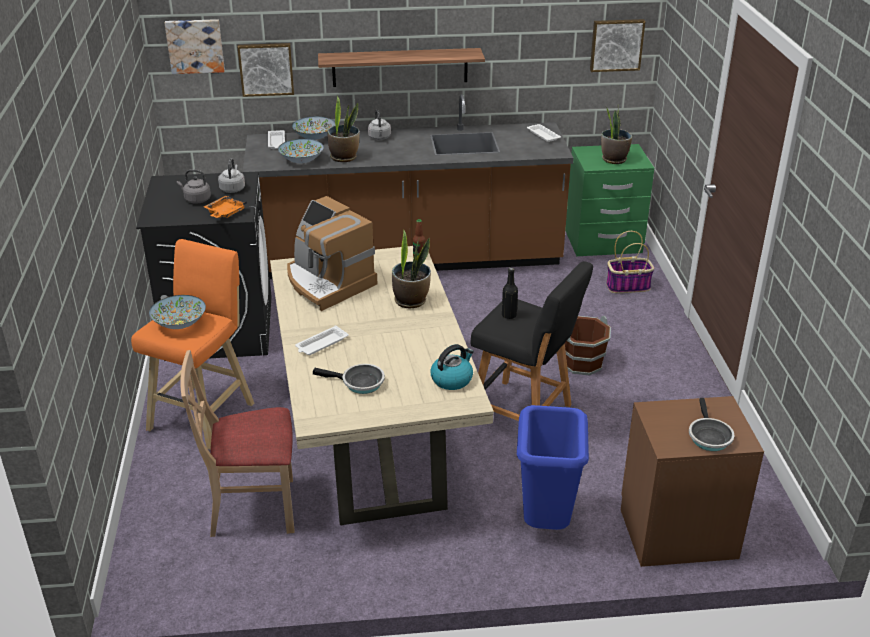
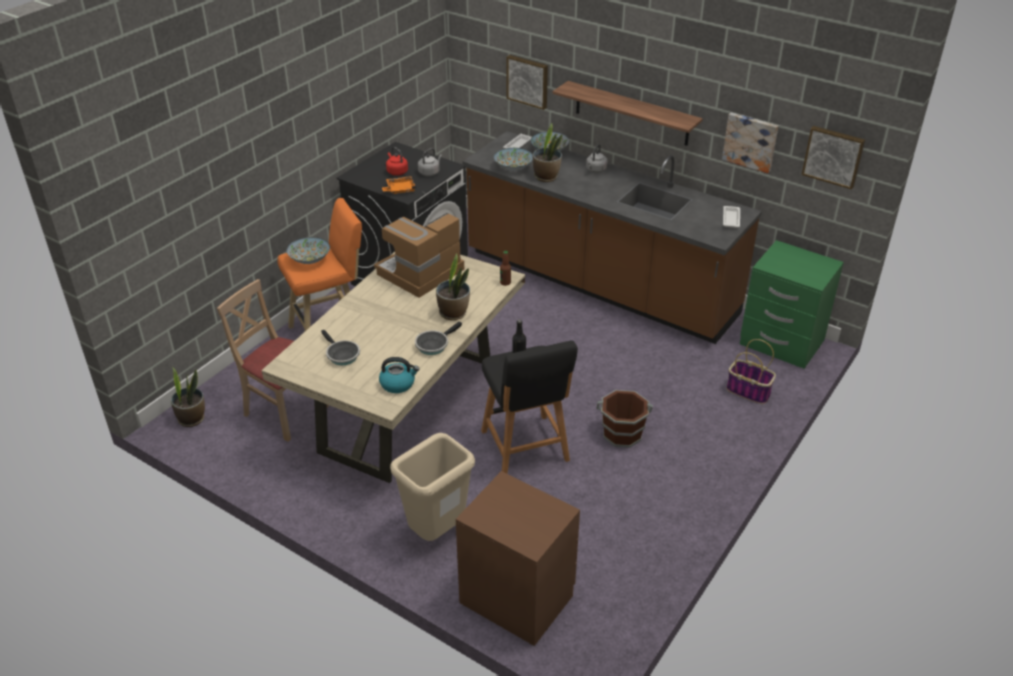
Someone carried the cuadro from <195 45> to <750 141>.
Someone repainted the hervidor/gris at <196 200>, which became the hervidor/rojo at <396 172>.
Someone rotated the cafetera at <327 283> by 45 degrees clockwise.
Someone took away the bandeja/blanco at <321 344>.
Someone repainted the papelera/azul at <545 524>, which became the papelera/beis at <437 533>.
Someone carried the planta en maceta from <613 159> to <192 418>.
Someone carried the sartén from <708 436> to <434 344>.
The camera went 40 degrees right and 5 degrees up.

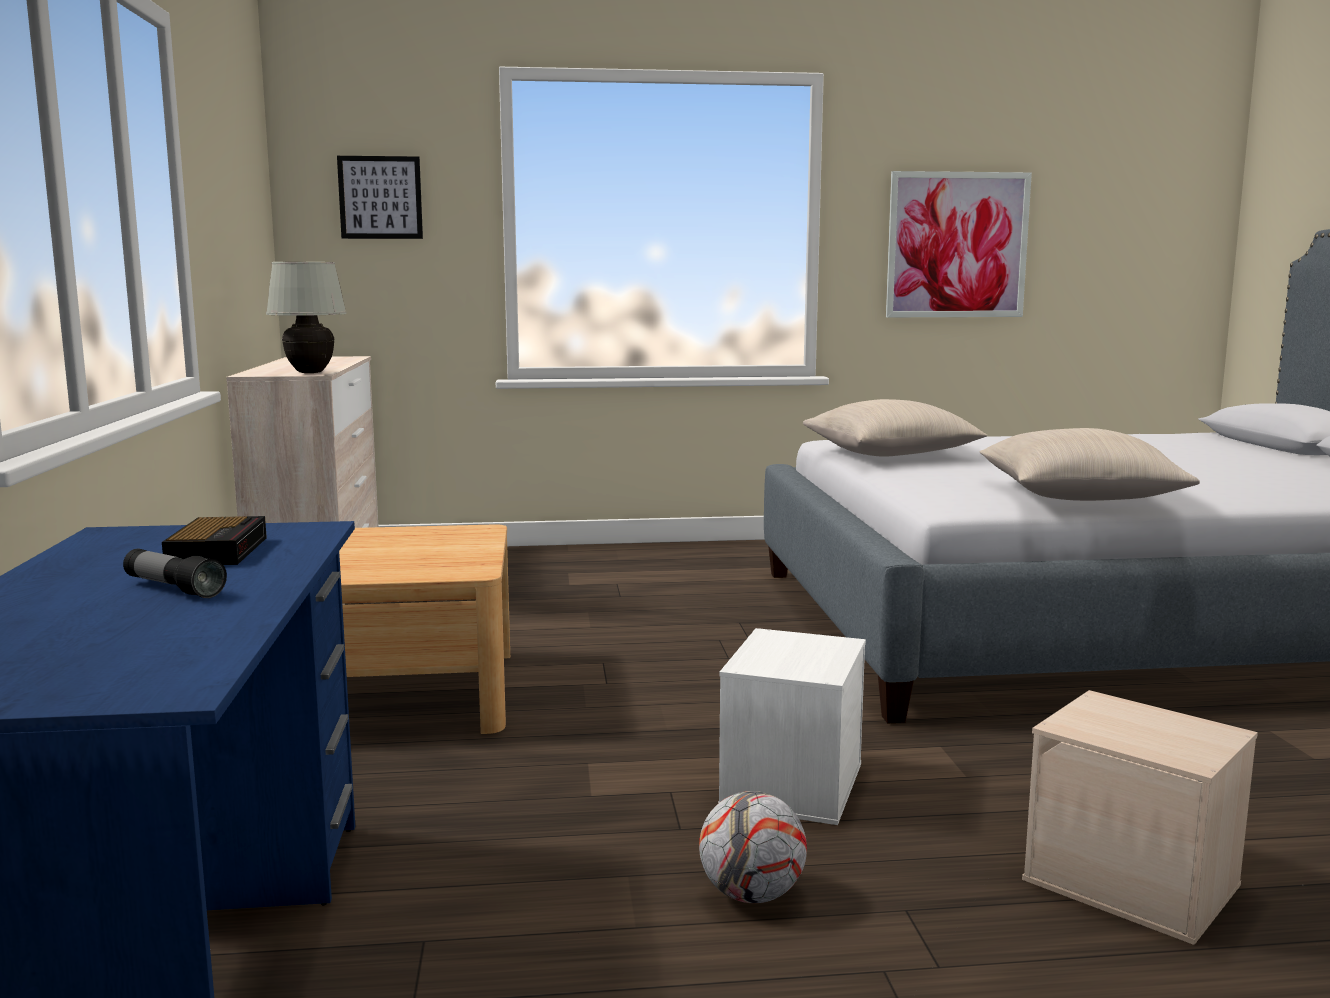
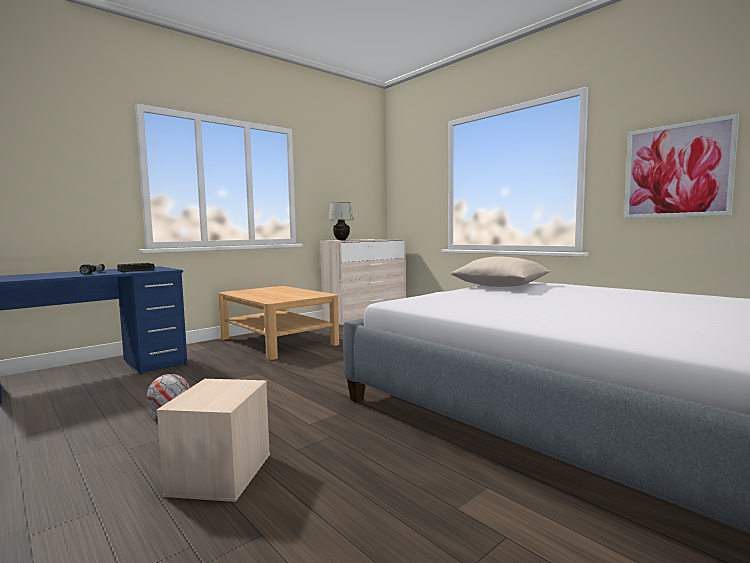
Someone took away the cuadro at <380 197>.
Someone took away the caja de almacenaje/blanco at <791 783>.
Someone took away the cojín/beis at <1079 497>.
The camera went 55 degrees right and 5 degrees down.

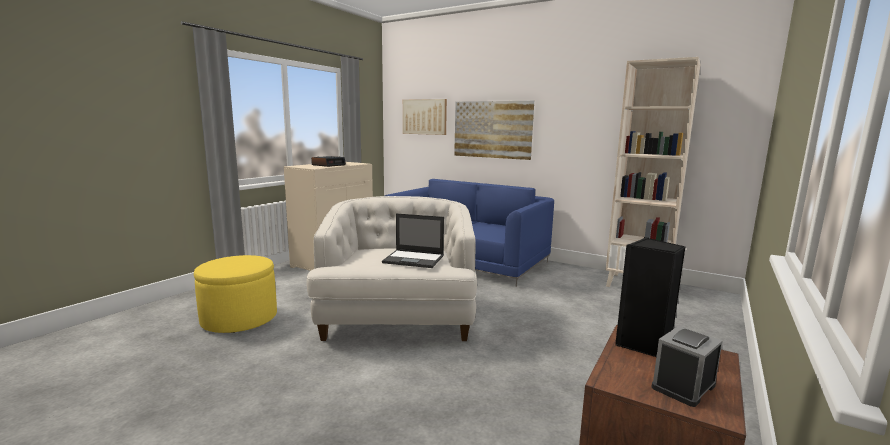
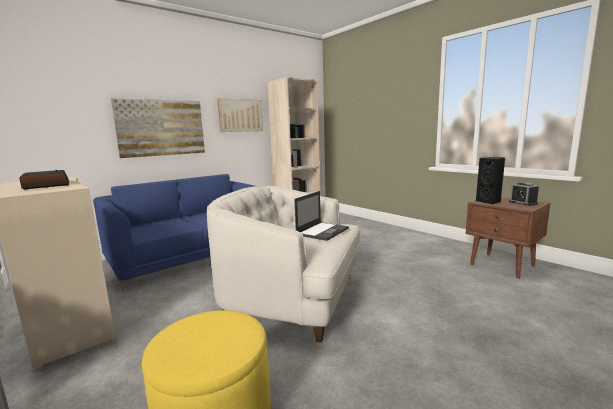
Someone carried the cuadro from <424 117> to <240 115>.
The camera went 70 degrees left and 0 degrees up.

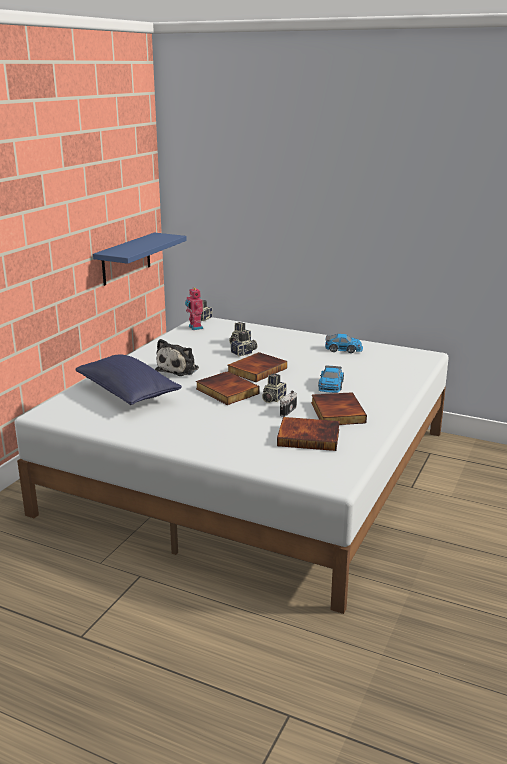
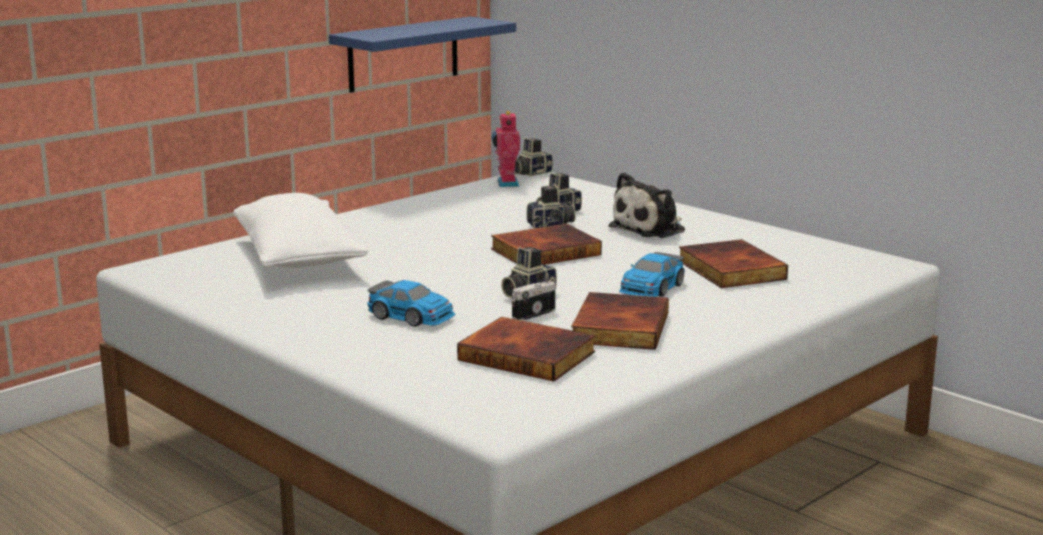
Someone repainted the cojín/azul at <128 393>, which became the cojín/blanco at <298 258>.
Someone carried the peluche from <179 369> to <651 229>.
Someone carried the libro from <226 391> to <729 270>.
Someone carried the coche de juguete from <343 349> to <411 317>.
The camera went 20 degrees right and 5 degrees down.

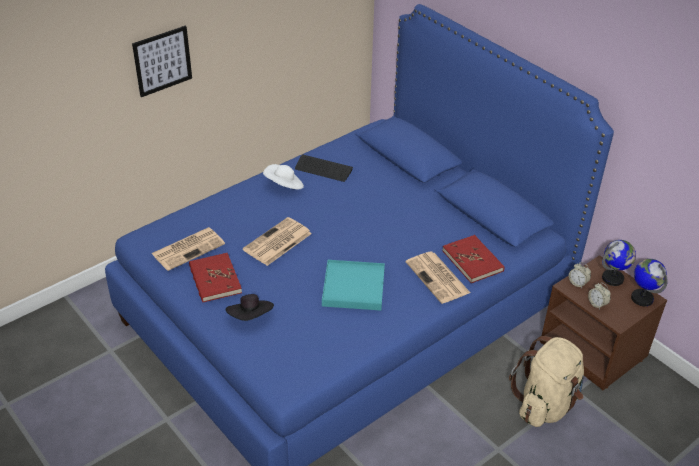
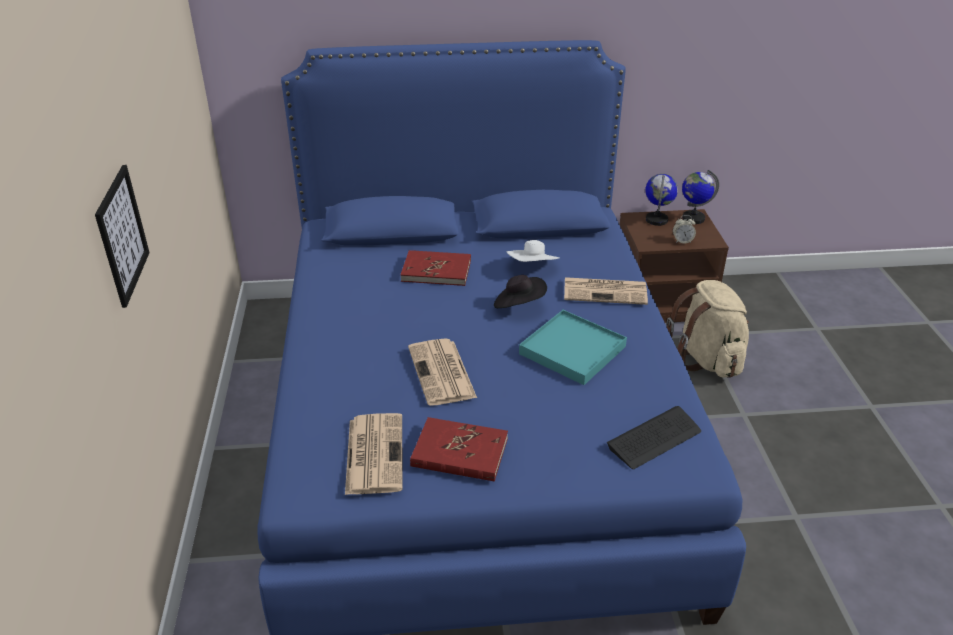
Someone carried the sombrero/negro from <251 317> to <519 305>.
Someone carried the sombrero/blanco from <284 186> to <533 268>.
Someone carried the teclado from <323 169> to <654 439>.
Someone carried the libro/rojo from <472 261> to <436 271>.
Someone took away the despertador at <577 283>.
The camera went 55 degrees left and 5 degrees down.

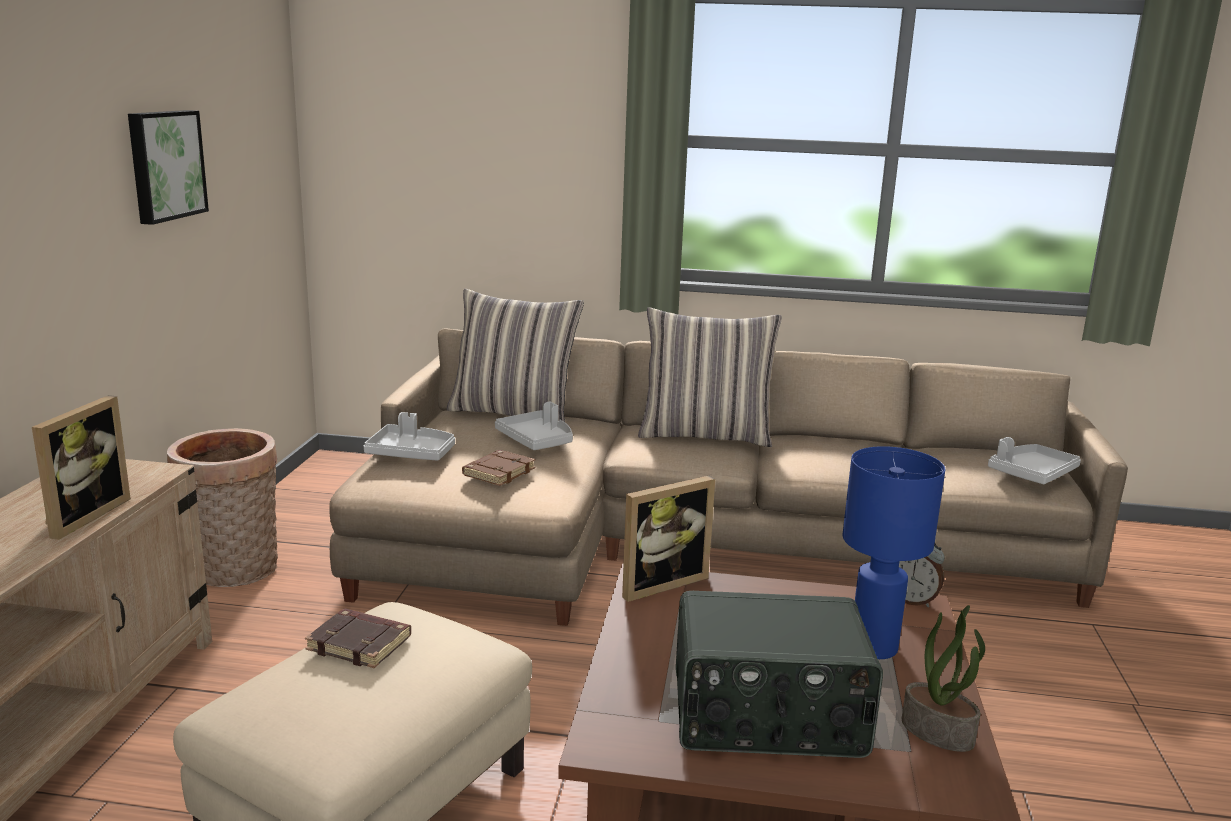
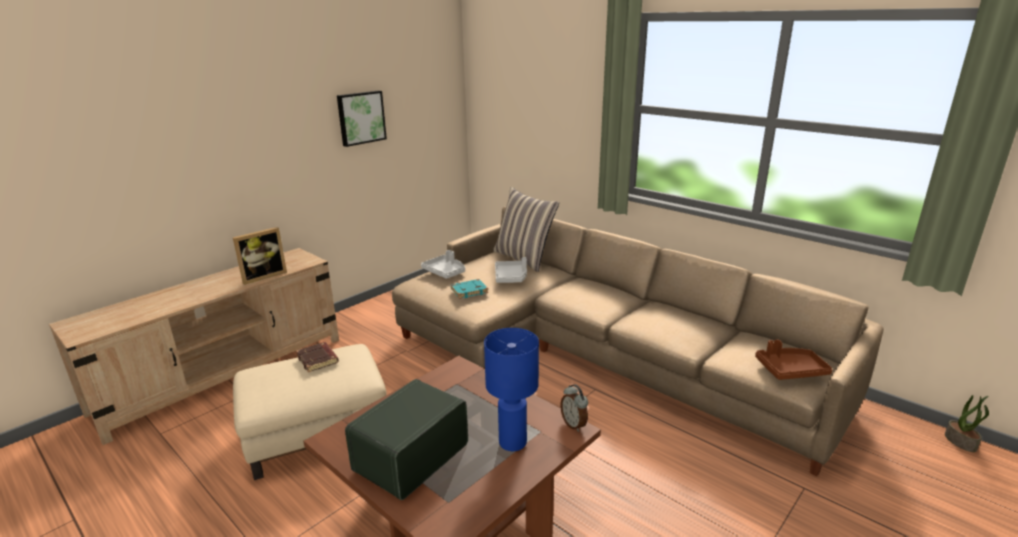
Someone took away the cesta at <234 573>.
Someone repainted the libro/marrón at <498 472>, which became the libro/turquesa at <469 291>.
Someone took away the portarretratos at <659 582>.
Someone took away the cojín at <705 435>.
Someone rotated the radio at <768 717> by 90 degrees clockwise.
Someone carried the planta en maceta from <939 732> to <961 442>.
Someone repainted the bandeja/gris at <1031 474>, which became the bandeja/marrón at <790 370>.
The camera went 35 degrees right and 5 degrees up.

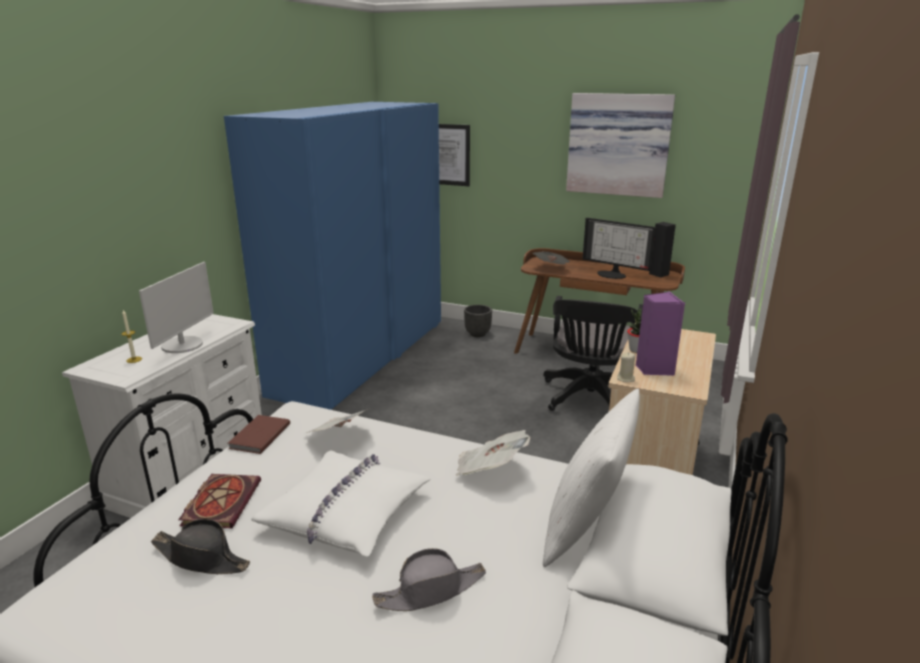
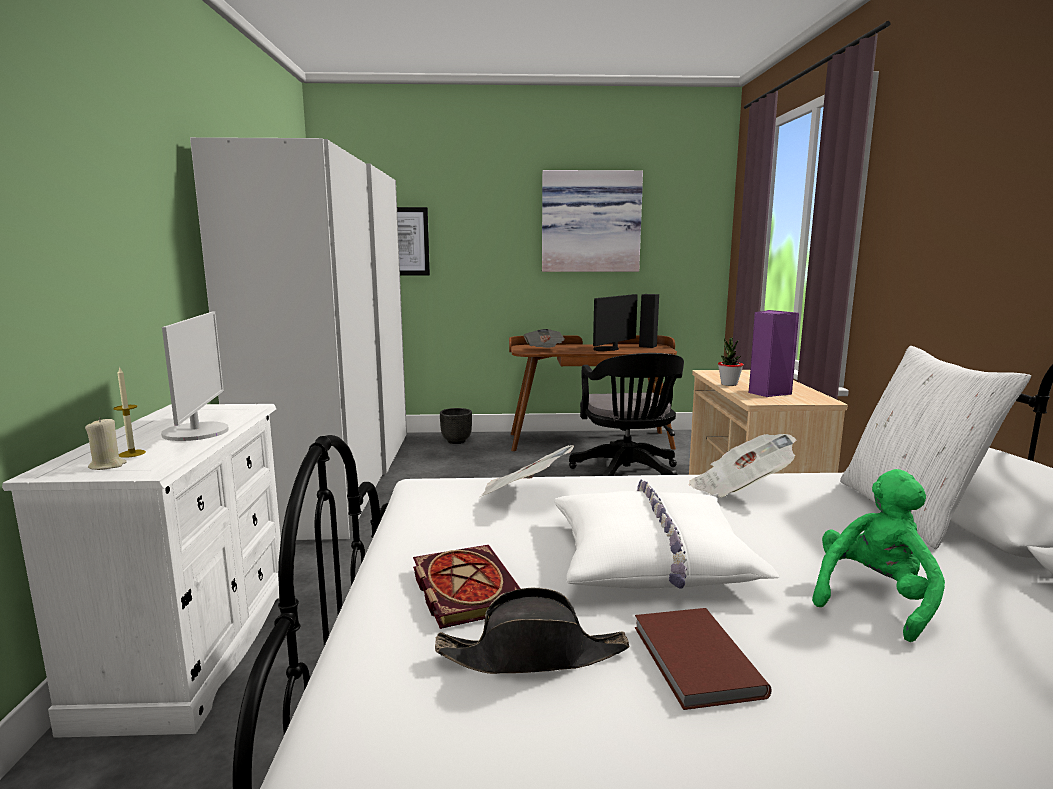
Someone repainted the armario ropero/azul at <361 356>, which became the armario ropero/blanco at <337 479>.
Someone carried the libro/marrón from <258 436> to <694 661>.
Someone swapped the sombrero/gris at <431 590> for the peluche/verde at <874 600>.
Someone rotated the monitor at <613 274> by 120 degrees clockwise.
Someone carried the vela/beis from <626 379> to <107 466>.
The camera went 25 degrees left and 10 degrees down.

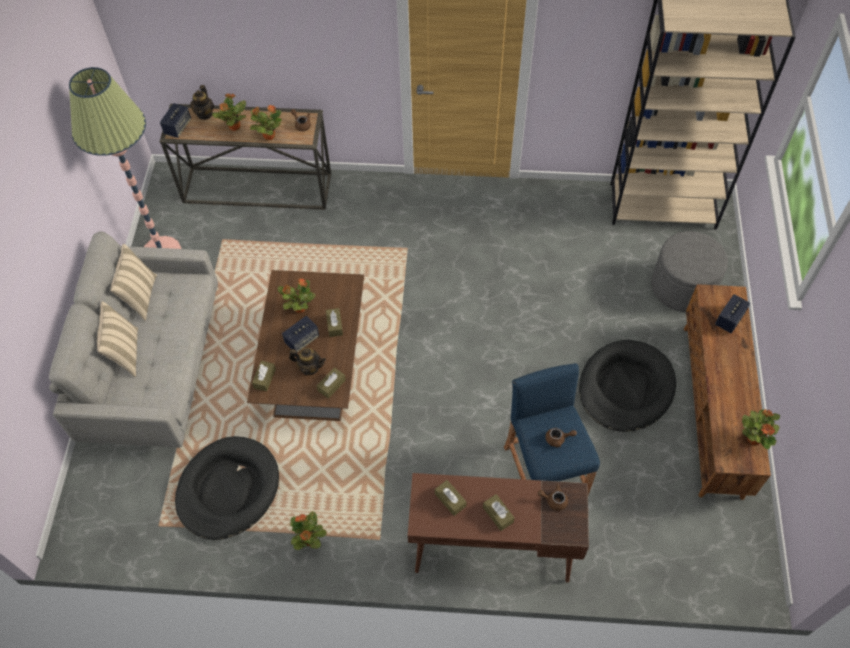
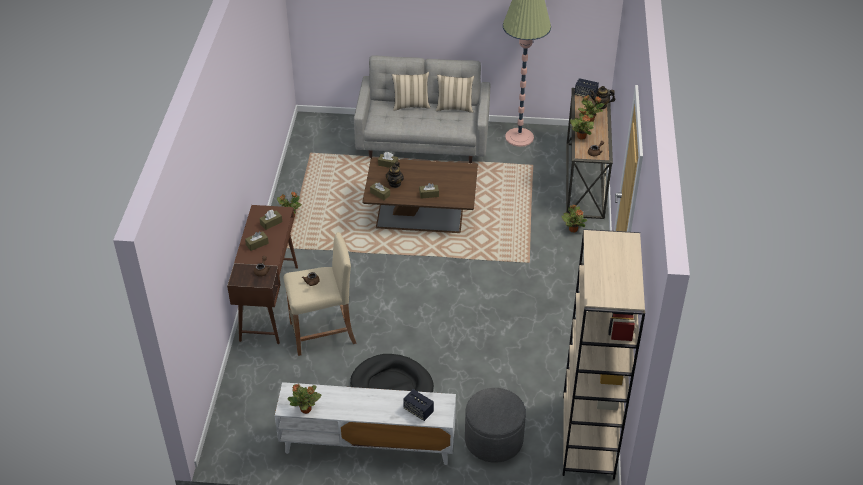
Someone took away the cama para perro/negro at <228 489>.
Someone carried the planta en maceta from <299 308> to <573 229>.
Someone took away the altavoz at <302 340>.
Someone repainted the taburete/azul at <544 473>, which became the taburete/beis at <323 333>.
Someone repainted the mueble de televisión/marrón at <713 409>, which became the mueble de televisión/blanco at <367 444>.
The camera went 90 degrees right and 15 degrees down.

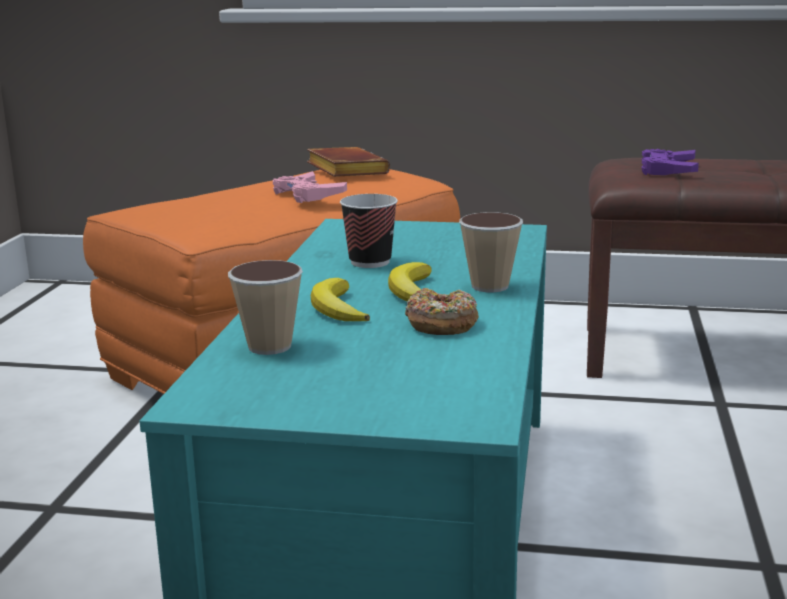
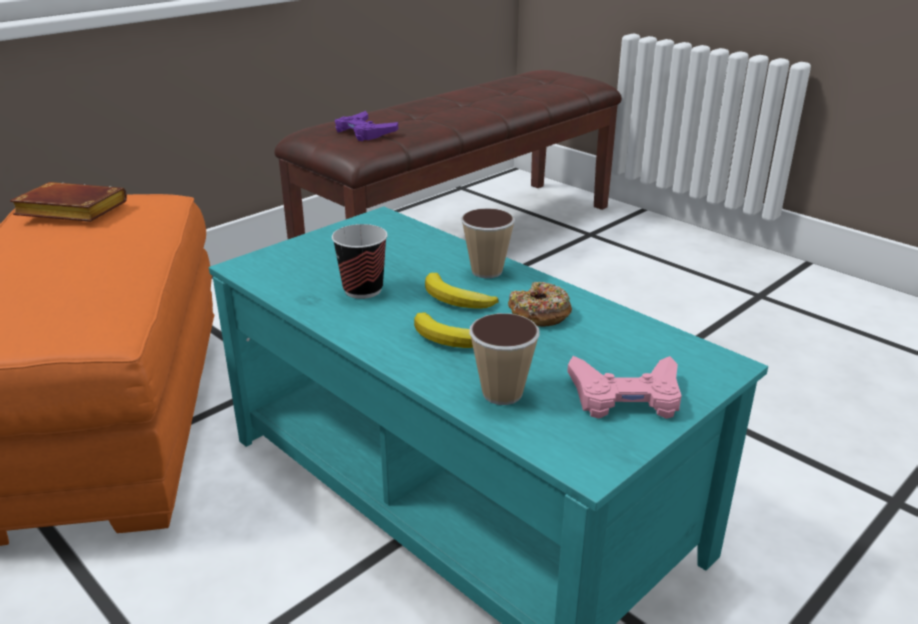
Someone carried the mando de consola/rosa from <307 194> to <626 396>.
The camera went 55 degrees left and 10 degrees up.

